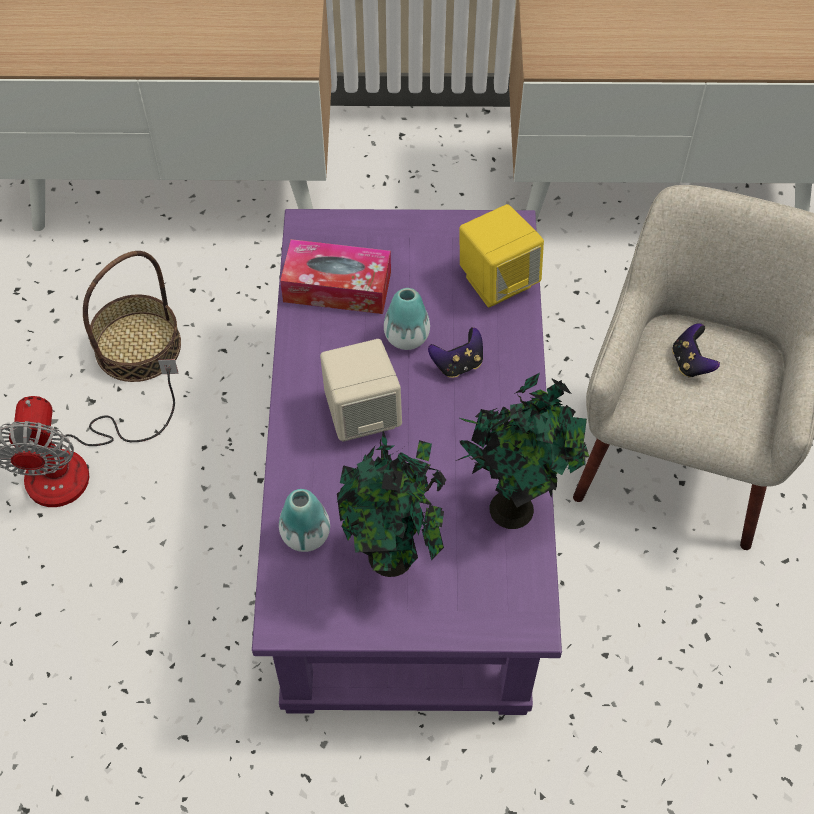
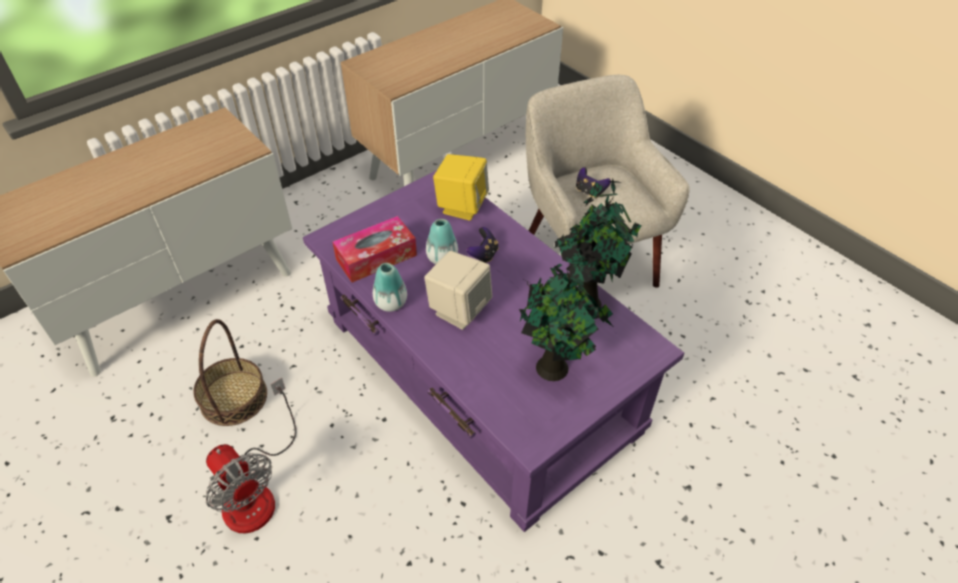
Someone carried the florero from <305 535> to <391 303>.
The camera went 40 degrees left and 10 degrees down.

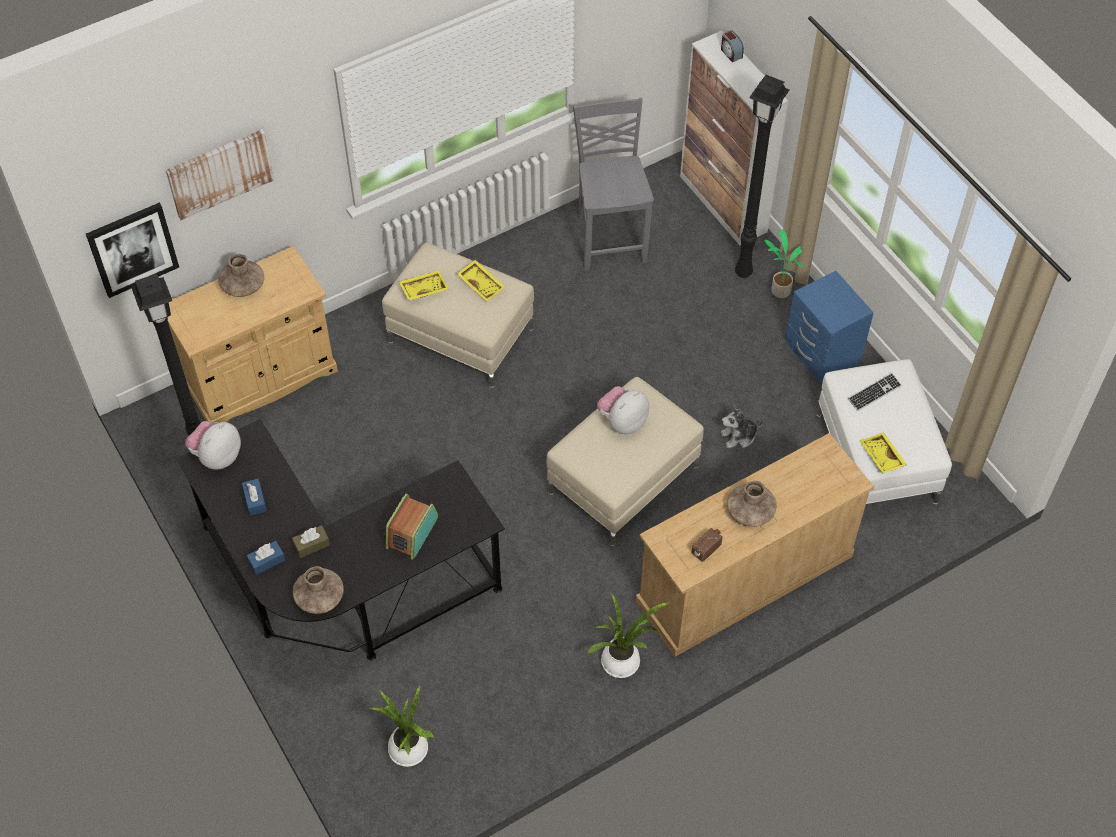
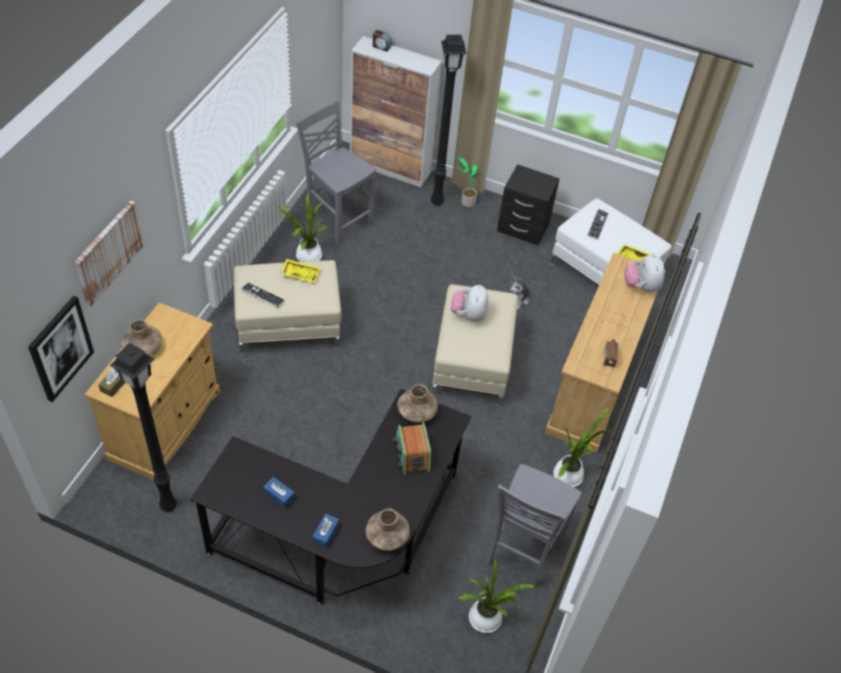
Someone carried the peluche from <217 456> to <641 286>.
Someone carried the caja de pañuelos/marrón from <311 545> to <114 385>.
Someone swapped the bandeja/amarillo at <423 288> for the teclado at <262 295>.
Someone carried the florero/marrón from <750 511> to <416 412>.
Someone repainted the mesita de noche/azul at <822 353>, which became the mesita de noche/negro at <523 227>.
Someone put down the planta en maceta at <306 256>.
Someone put down the silla/gris at <522 549>.
The camera went 40 degrees left and 5 degrees down.

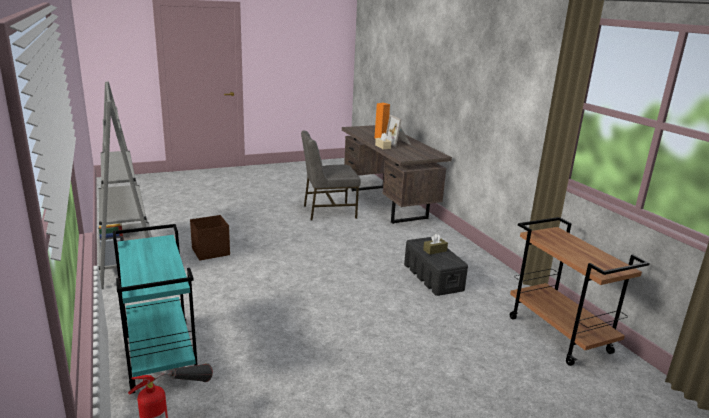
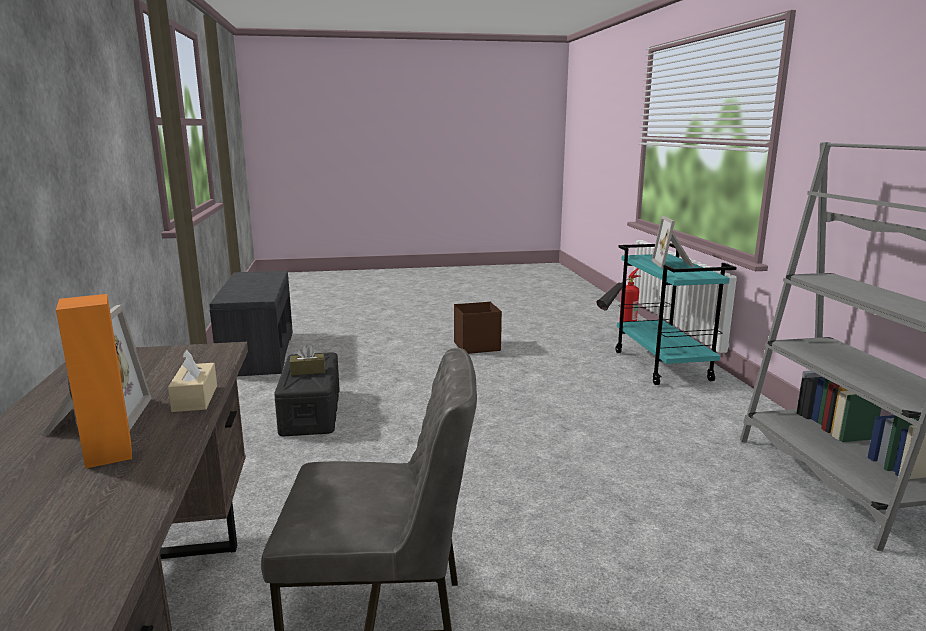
Someone carried the caja de almacenaje/marrón from <211 252> to <476 346>.
Someone swapped the carrito/marrón at <560 335> for the banco/gris at <257 352>.
Someone put down the portarretratos at <674 264>.
The camera went 165 degrees left and 5 degrees down.

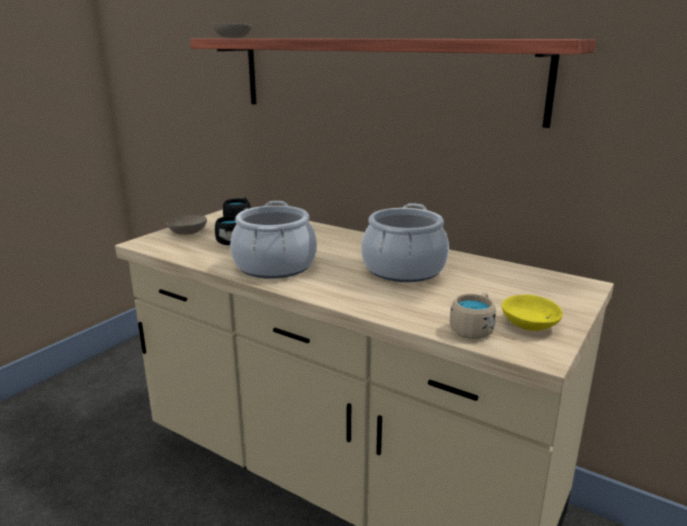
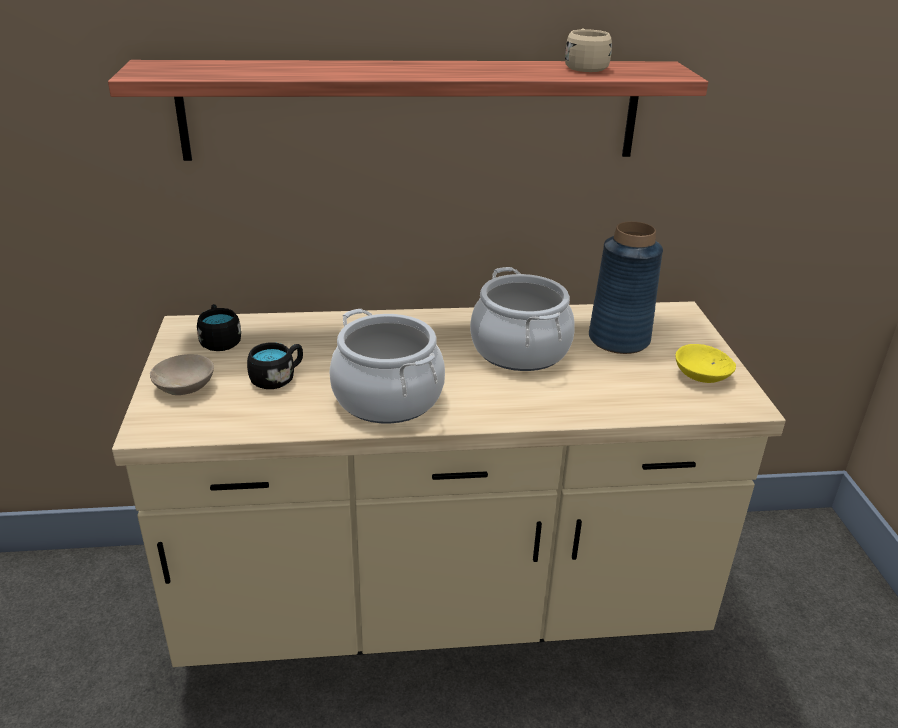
Someone took away the cuenco/beis at <232 37>.
Someone carried the taza grande/beis from <473 328> to <584 67>.
Someone put down the florero/azul at <619 339>.
The camera went 40 degrees left and 10 degrees up.

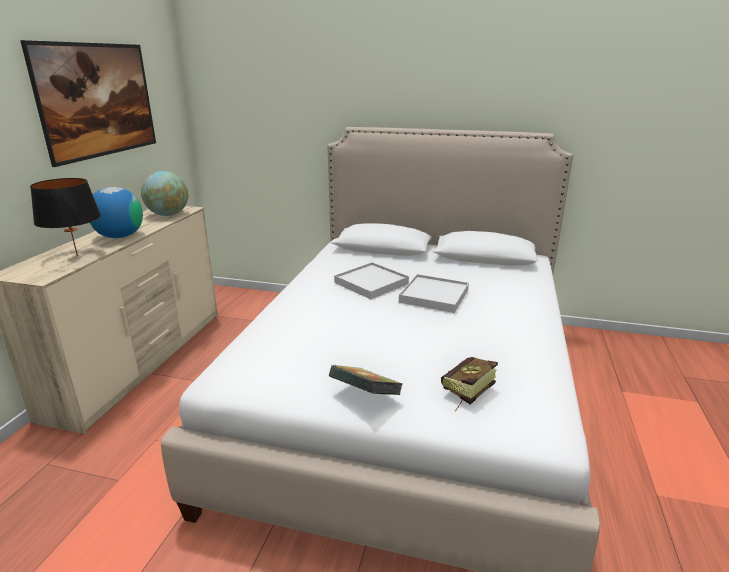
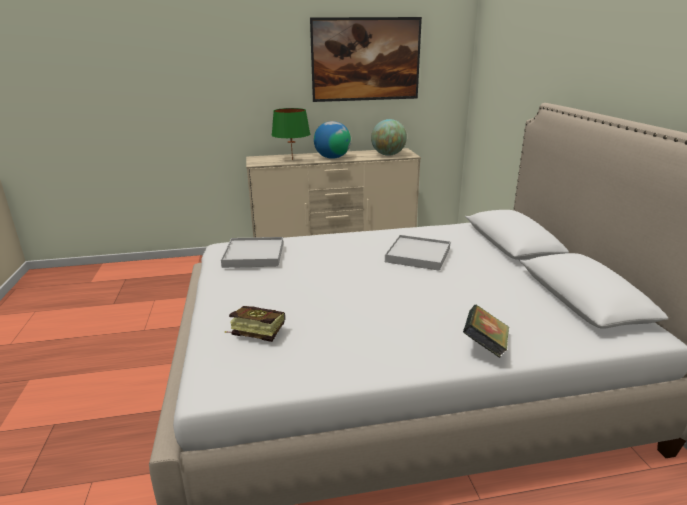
Someone repainted the lámpara de mesa/negro at <77 255>, which became the lámpara de mesa/verde at <292 159>.
Someone carried the libro from <365 397> to <484 346>.
Someone carried the bandeja/blanco from <434 296> to <254 255>.
The camera went 65 degrees right and 0 degrees up.

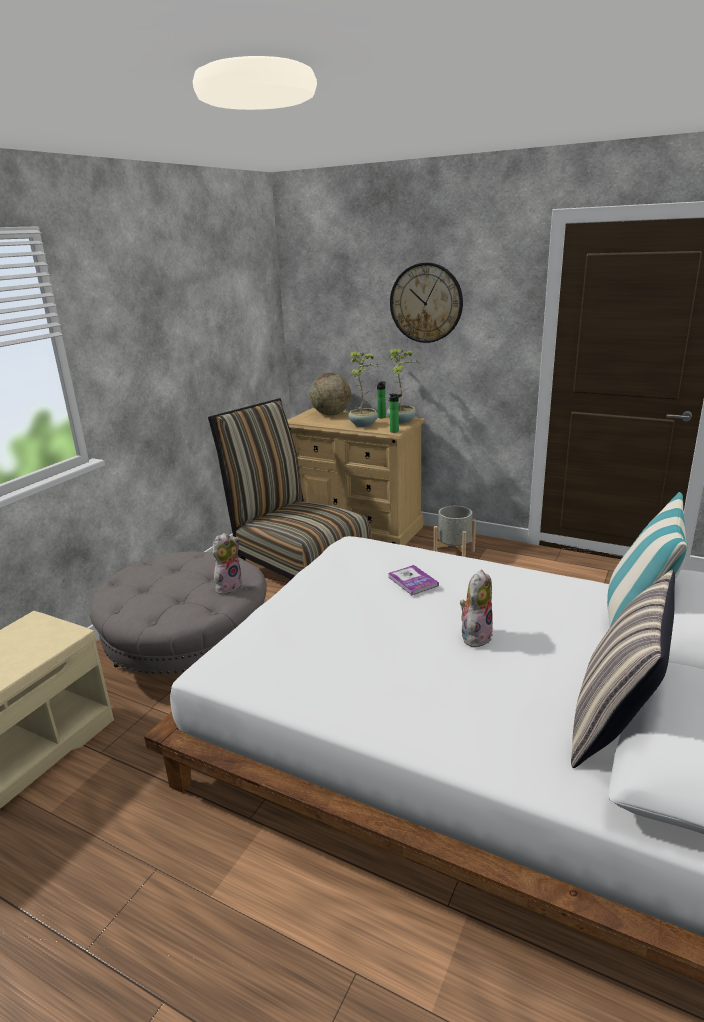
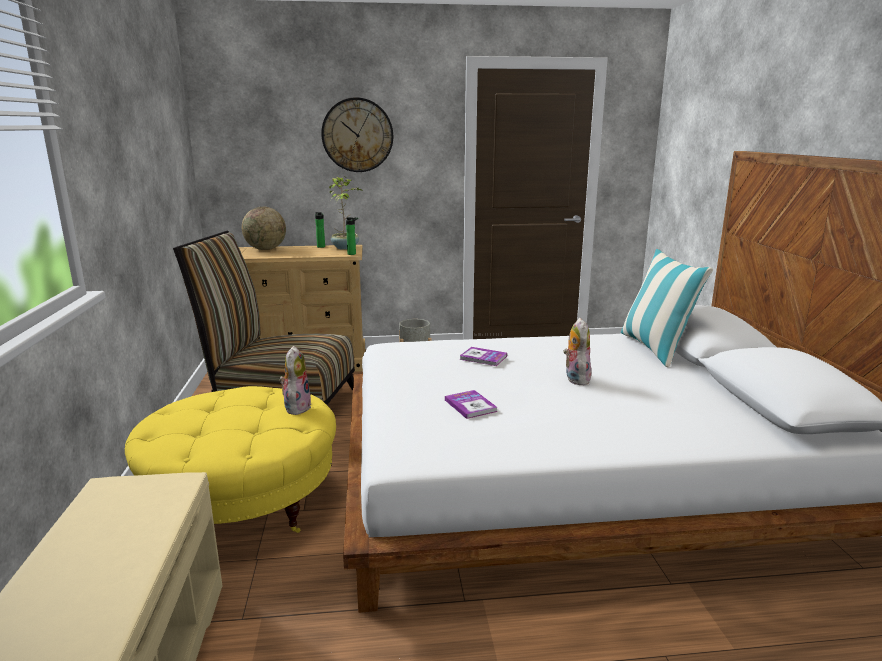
Someone repainted the puf/gris at <190 651>, which became the puf/amarillo at <243 500>.
Someone took away the planta en maceta at <364 424>.
Someone took away the cojín at <614 725>.
Someone put down the libro at <470 405>.
The camera went 35 degrees left and 5 degrees down.

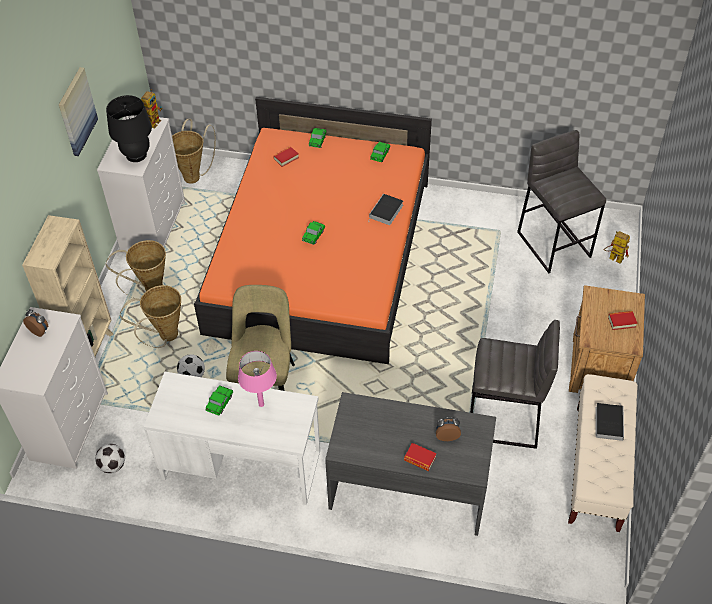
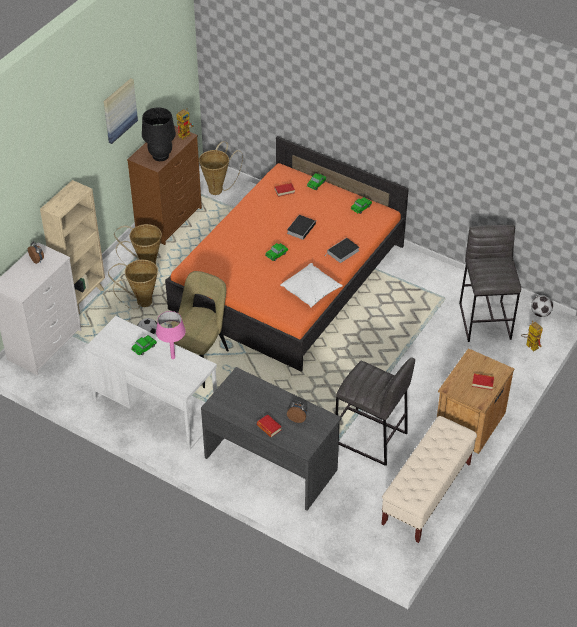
Someone carried the balón de fútbol from <112 465> to <540 313>.
Someone repainted the cómoda/blanco at <153 226>, which became the cómoda/marrón at <169 220>.
Someone carried the libro from <608 422> to <301 228>.
Someone put down the cojín/blanco at <311 291>.
The camera went 20 degrees right and 5 degrees down.

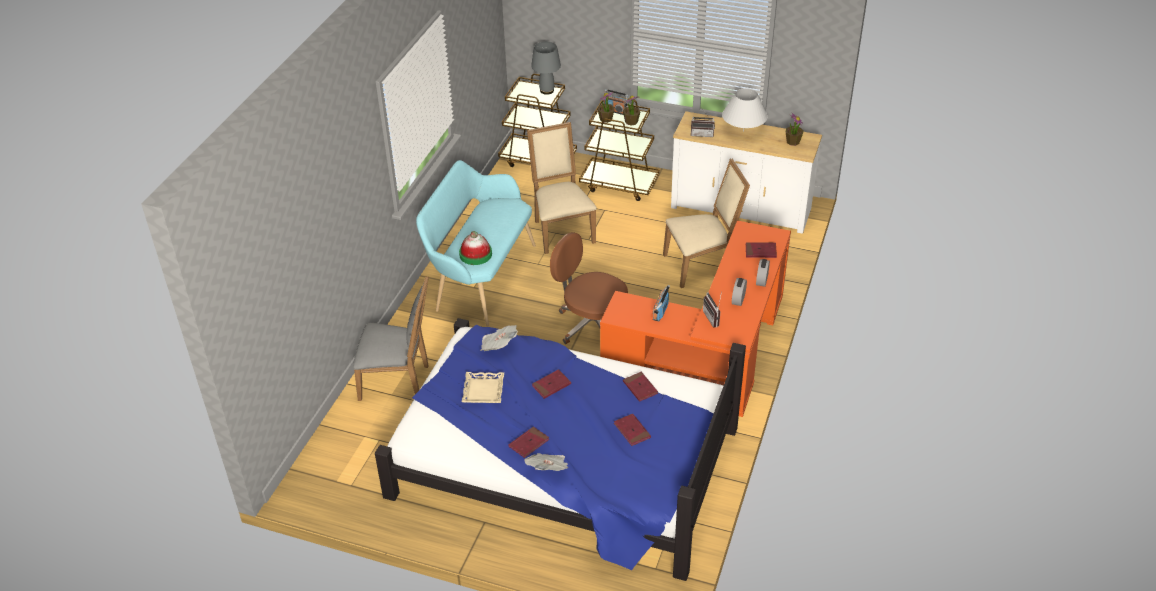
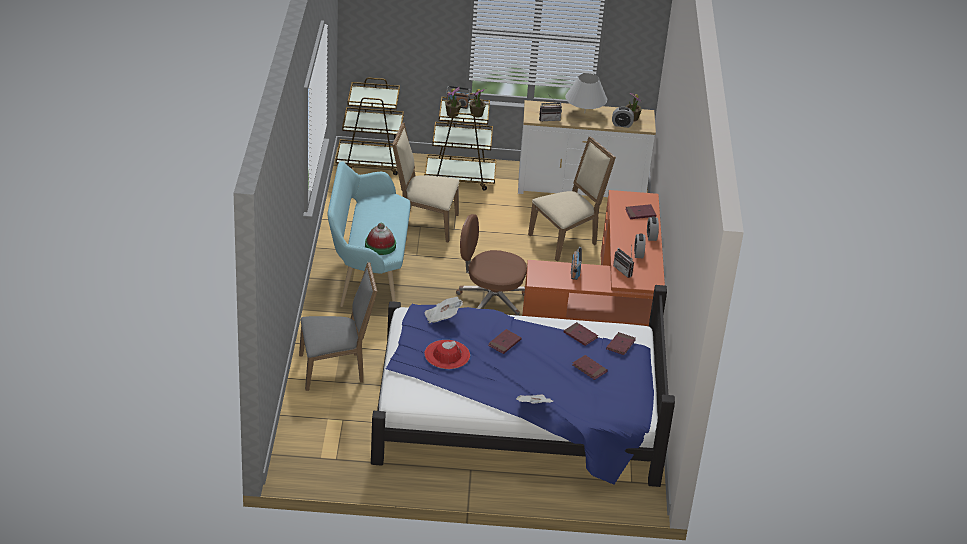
Someone swapped the bandeja/beis at <483 391> for the sombrero/rojo at <447 354>.
Someone carried the libro/rojo from <529 443> to <620 345>.
Someone rotated the silla/beis at <561 230> by 45 degrees counterclockwise.
Someone took away the lámpara de mesa/gris at <546 90>.
Someone put down the despertador at <622 125>.
The camera went 20 degrees left and 5 degrees down.

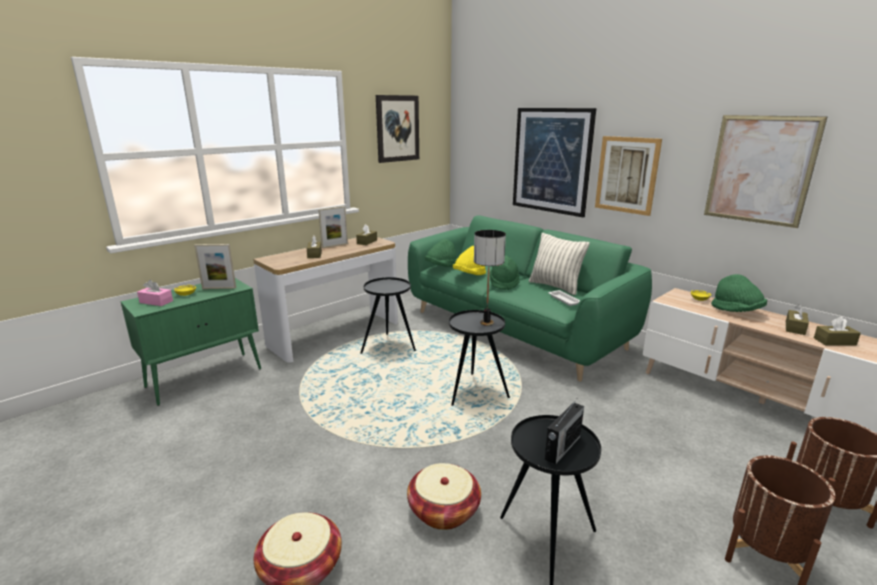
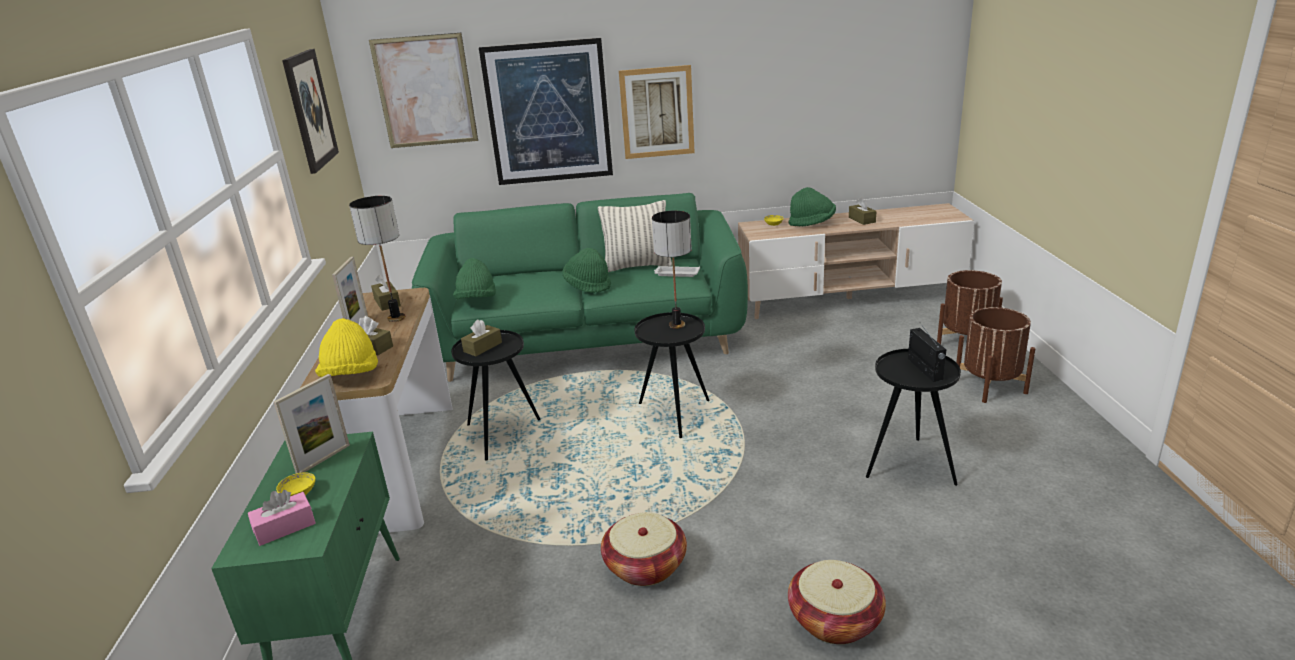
Someone carried the cesta from <443 510> to <645 566>.
Someone carried the sombrero/amarillo from <469 275> to <351 375>.
Someone carried the cuadro from <760 170> to <425 91>.
Someone carried the caja de pañuelos/marrón from <834 341> to <482 347>.
Someone put down the lámpara de mesa at <396 318>.
The camera went 50 degrees left and 5 degrees up.

